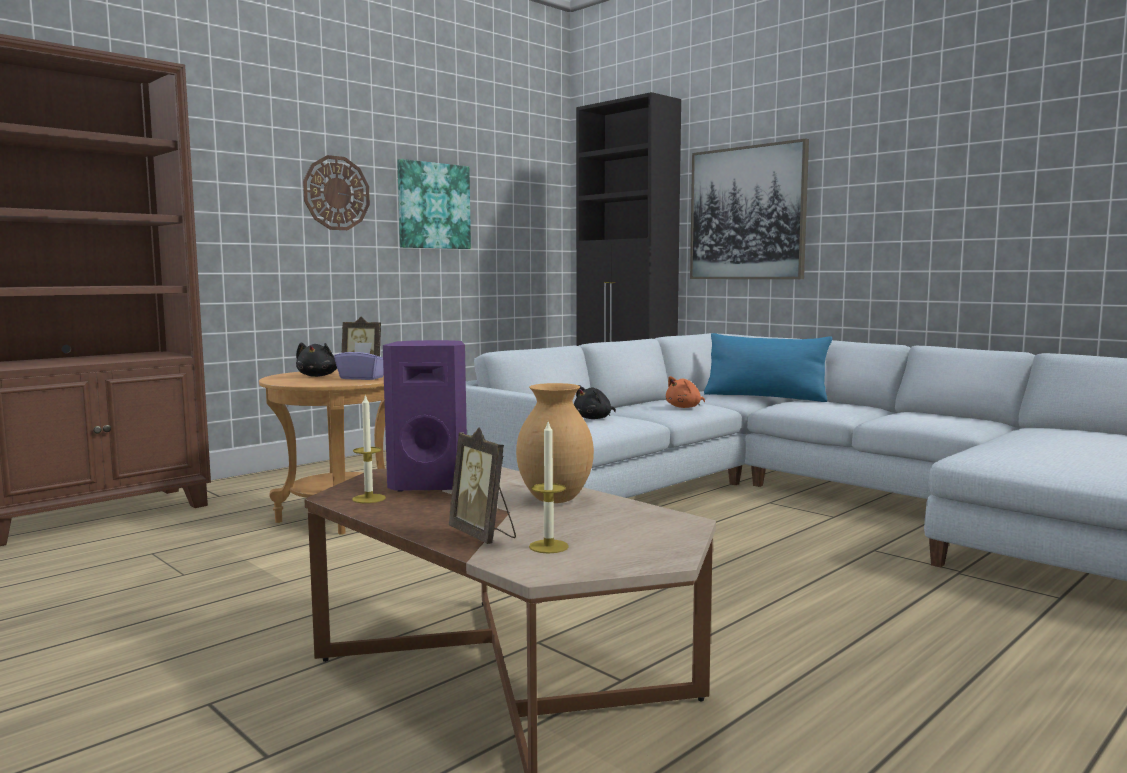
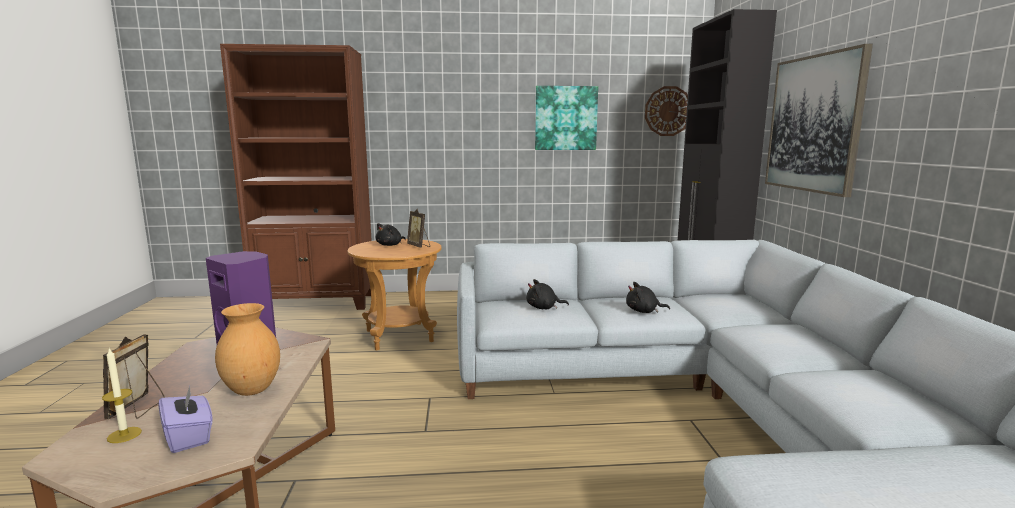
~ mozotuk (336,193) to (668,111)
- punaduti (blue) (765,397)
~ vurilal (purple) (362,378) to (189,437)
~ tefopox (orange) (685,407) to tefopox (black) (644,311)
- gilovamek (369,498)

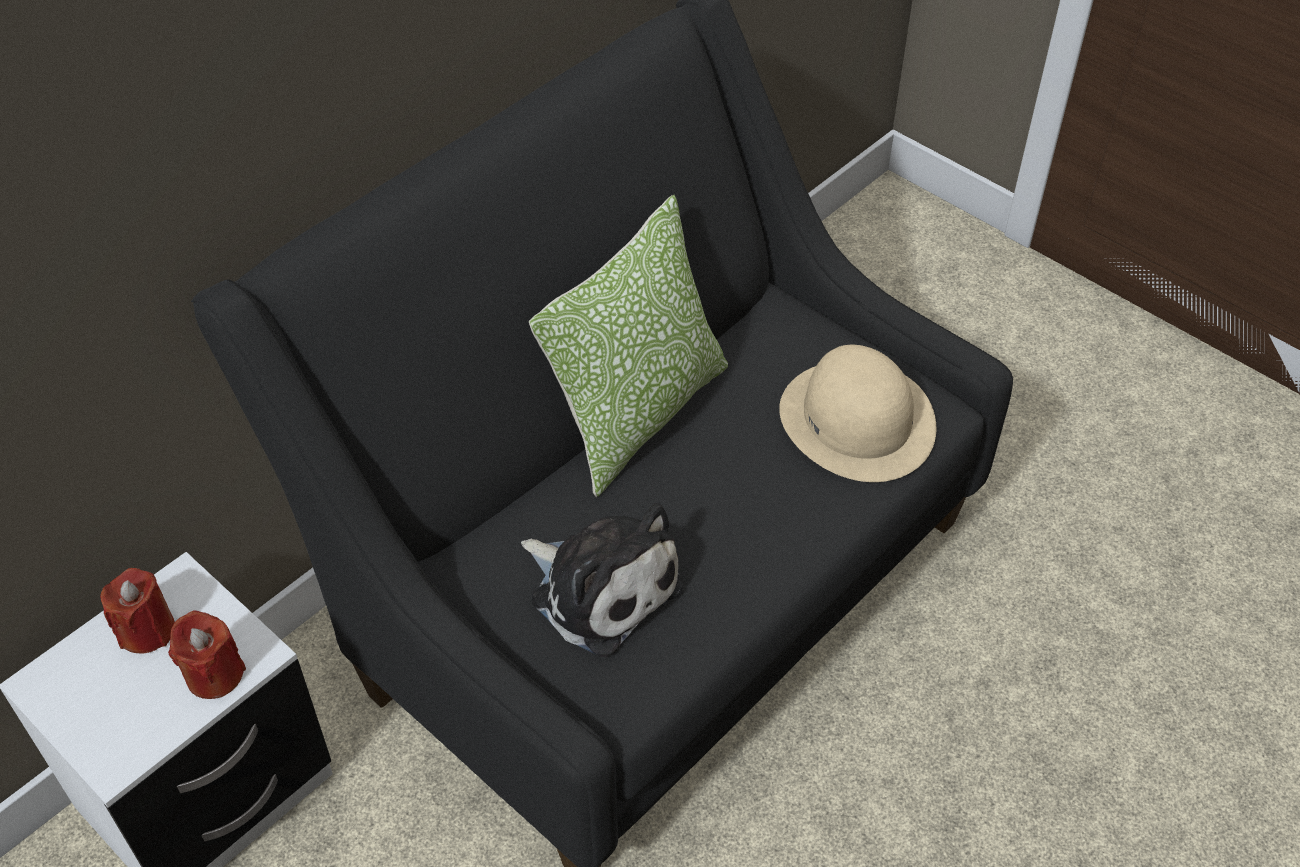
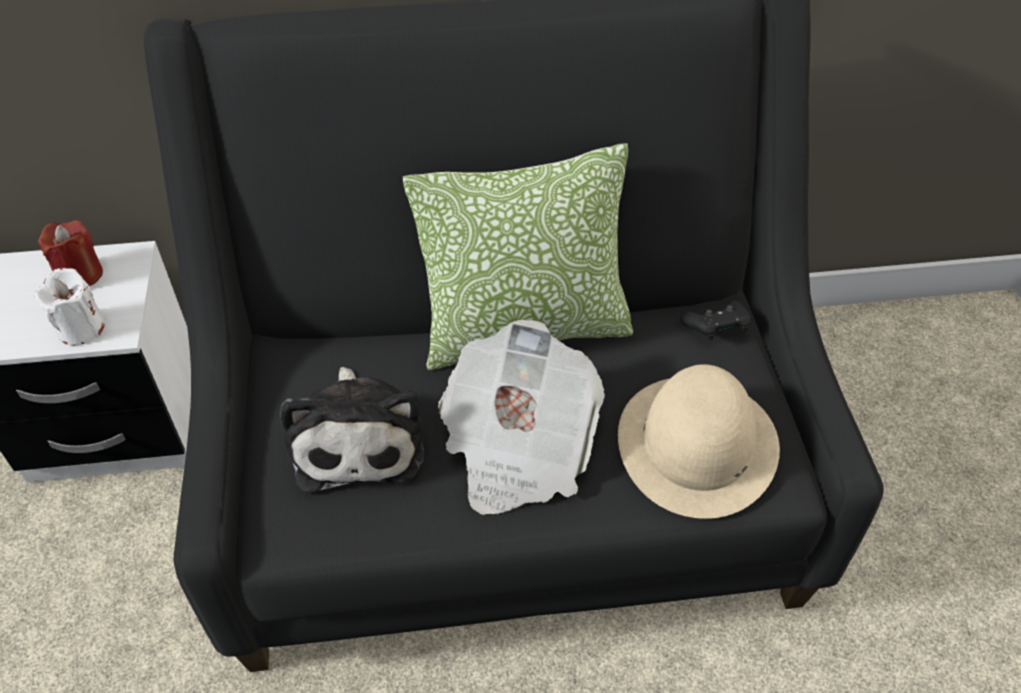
~ gilovamek (red) (214,674) to gilovamek (white) (81,328)
+ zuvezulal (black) (716,329)
+ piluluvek (517,447)

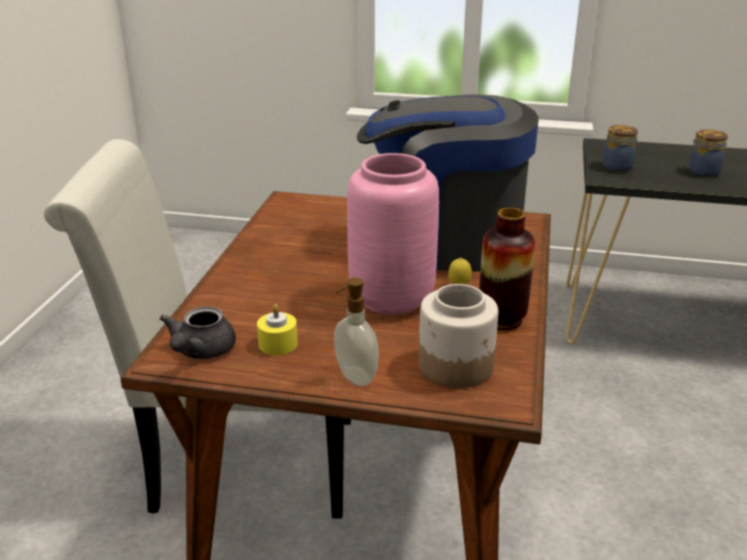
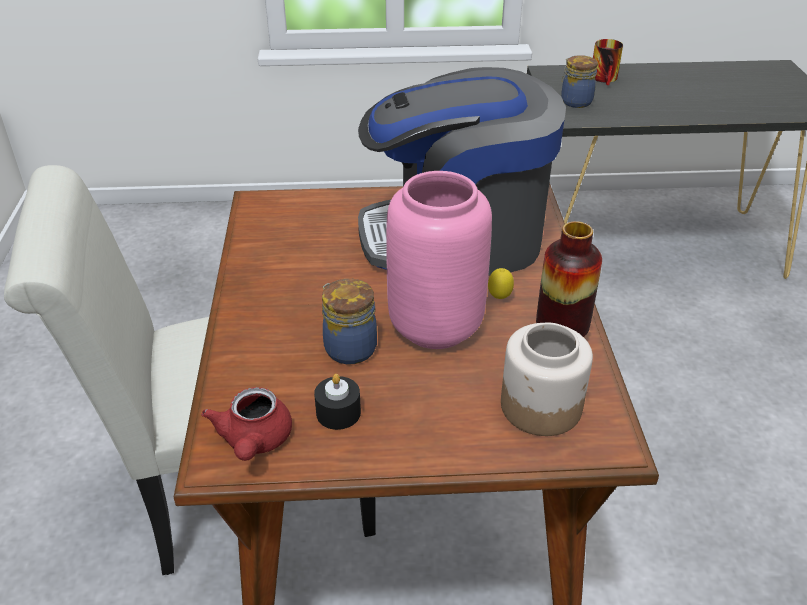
~ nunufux (702,172) to (348,348)
- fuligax (354,377)
~ gilovamek (yellow) (278,344) to gilovamek (black) (338,413)
~ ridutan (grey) (200,352) to ridutan (red) (254,441)
+ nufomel (607,79)

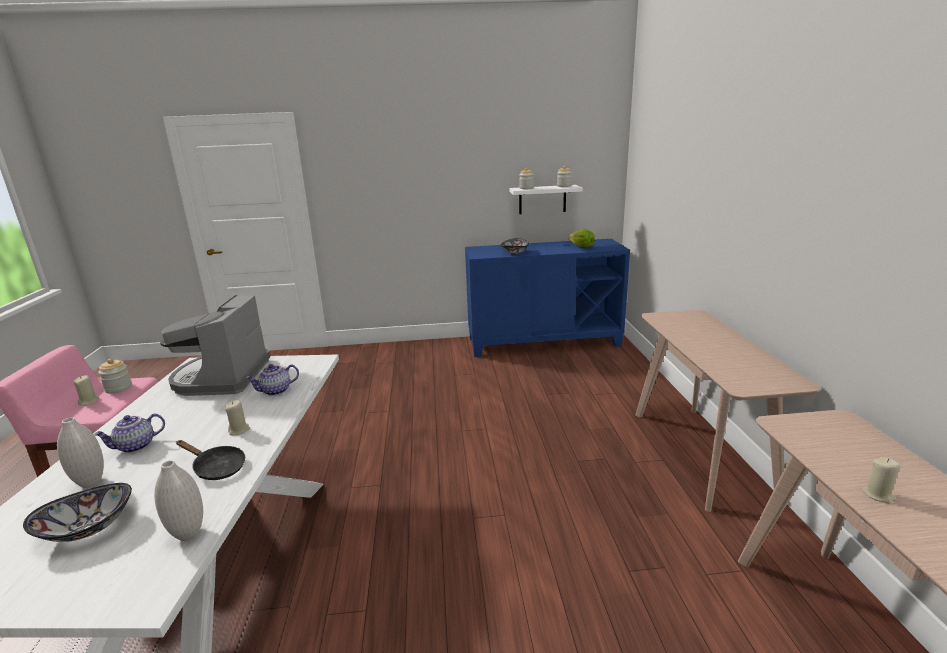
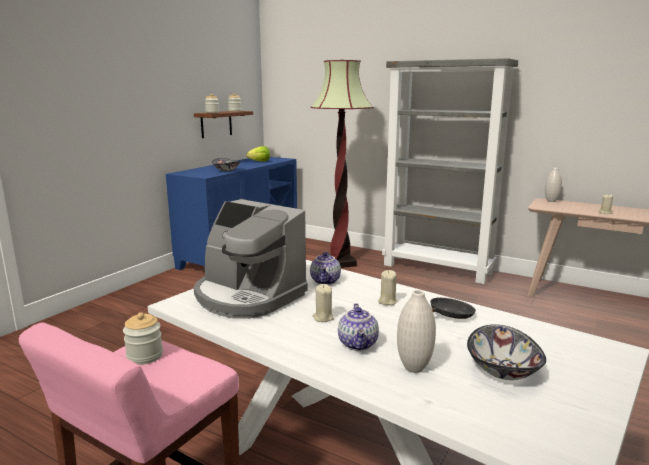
~ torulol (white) (542,199) to torulol (brown) (216,124)
~ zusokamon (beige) (700,453) to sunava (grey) (438,269)
~ gilovamek (beige) (89,401) to (323,318)
~ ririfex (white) (188,534) to (551,201)
+ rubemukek (340,263)

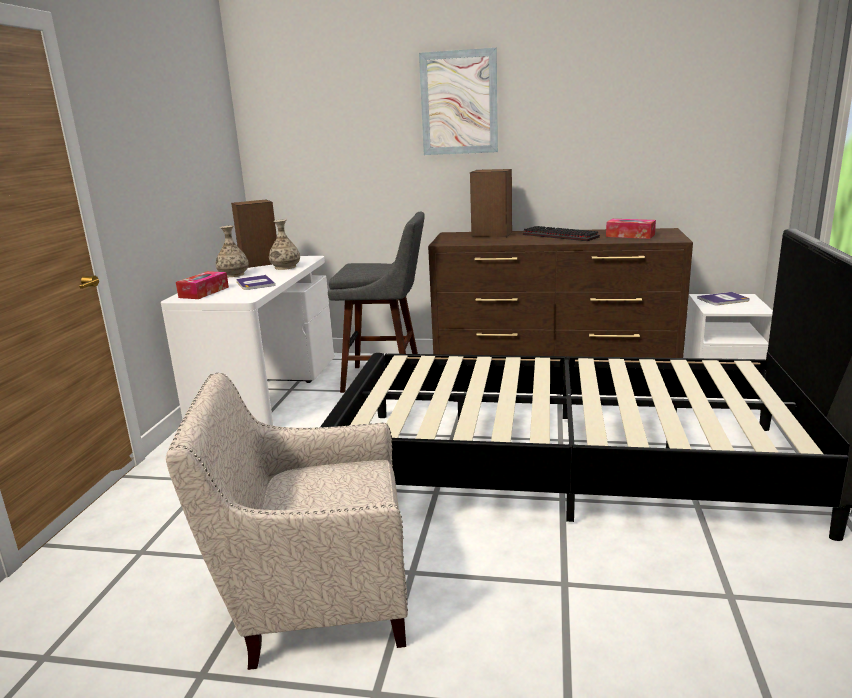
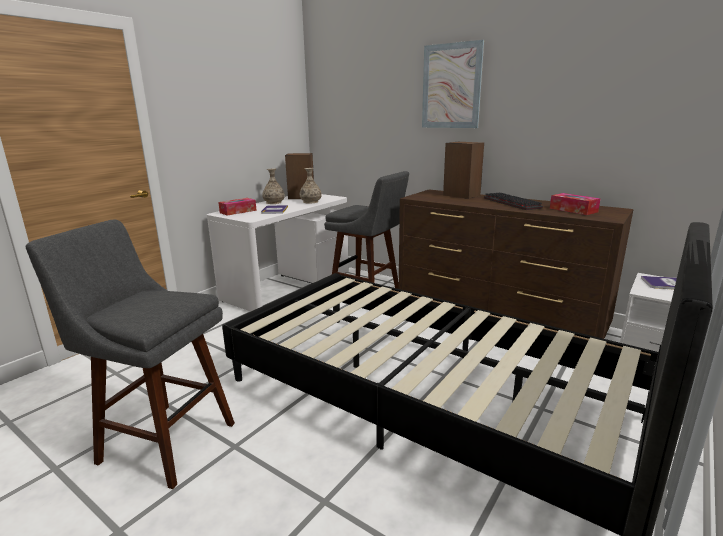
~ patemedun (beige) (315,597) to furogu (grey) (162,441)

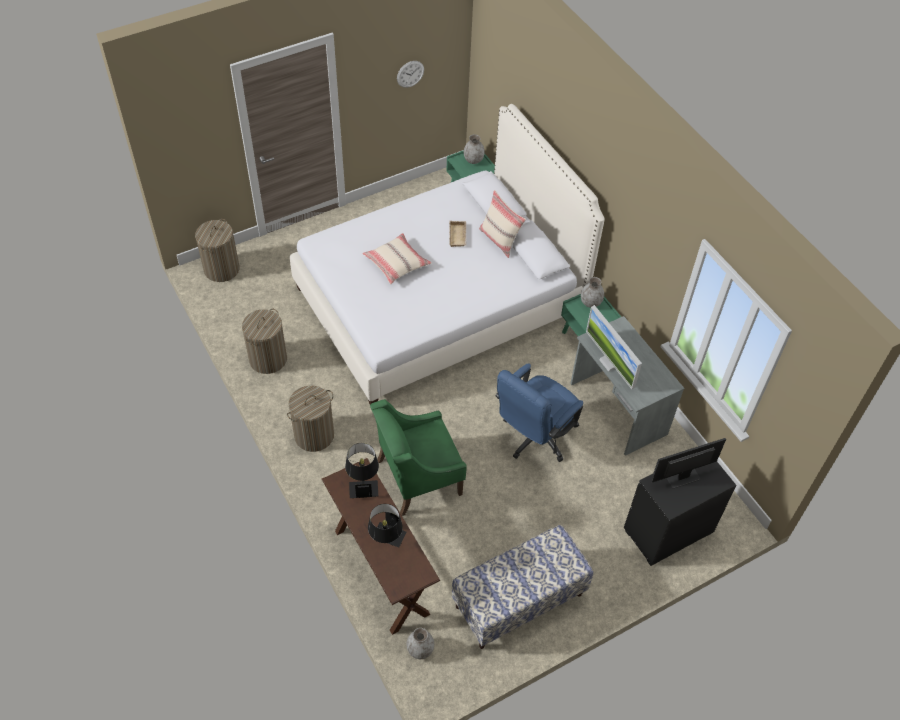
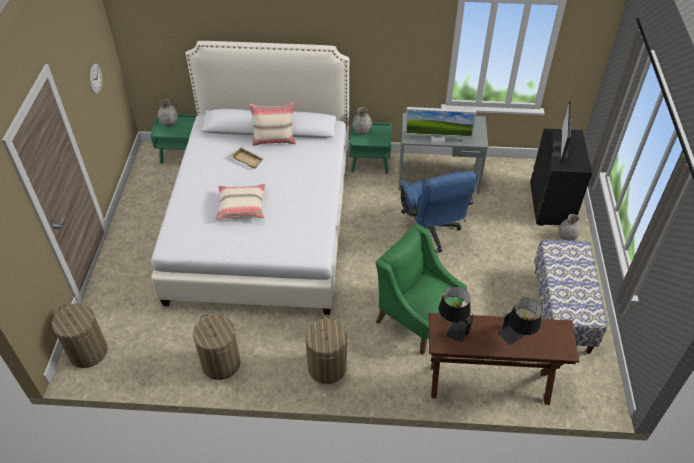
~ patemedun (green) (418,477) = (417,317) 120 degrees clockwise
~ ririfex (grey) (420,649) to (567,237)

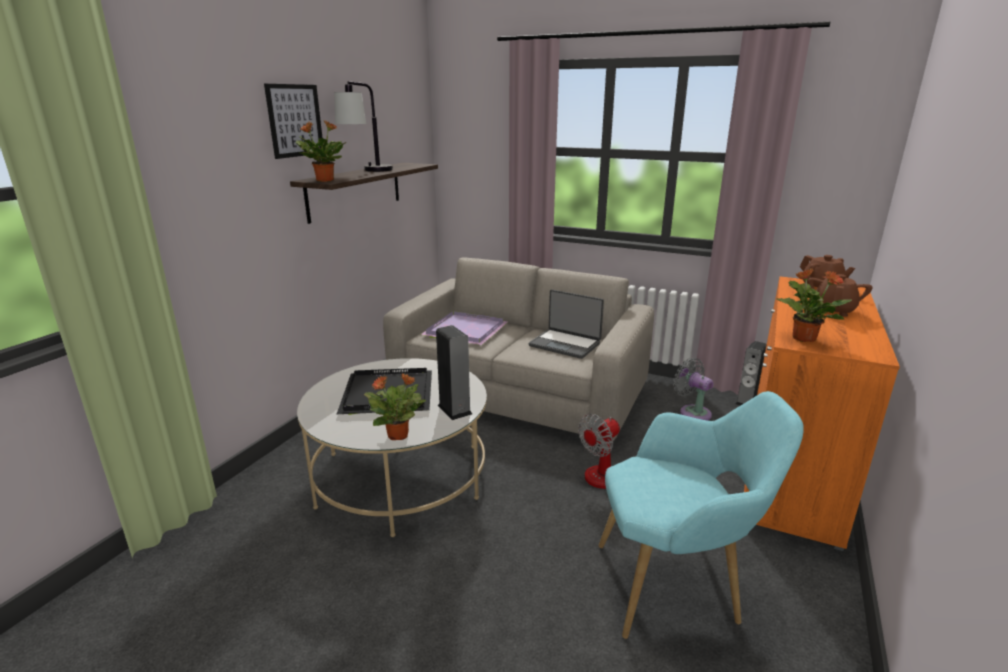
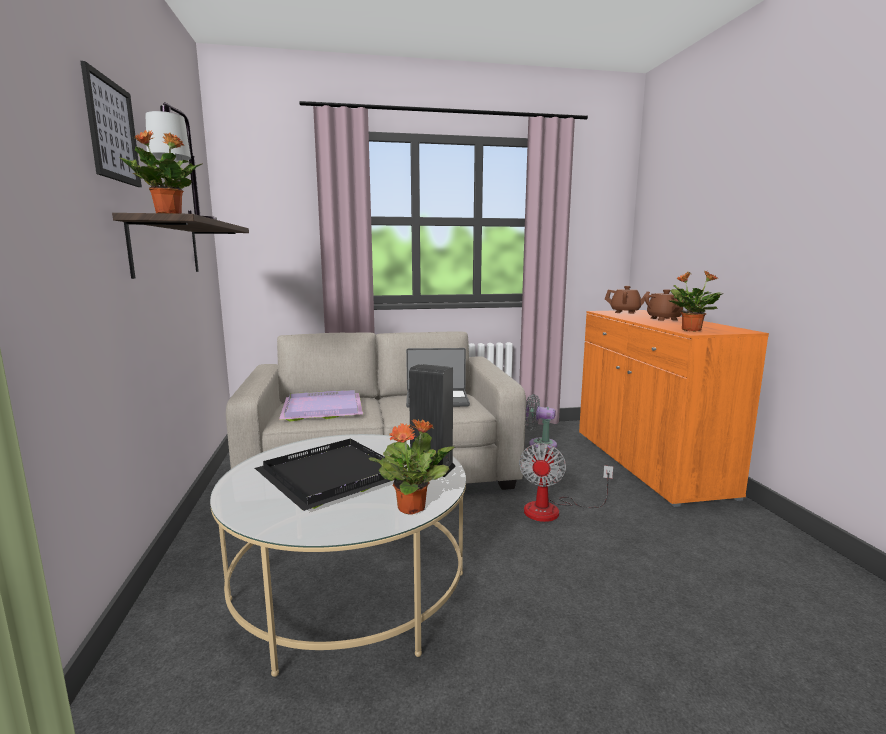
- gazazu (746,401)
- patemedun (turquoise) (676,586)

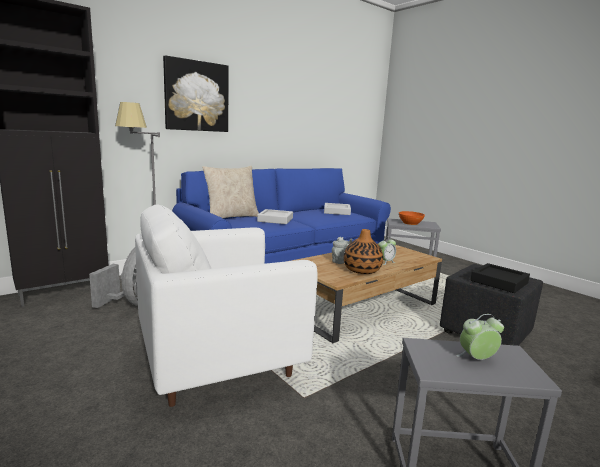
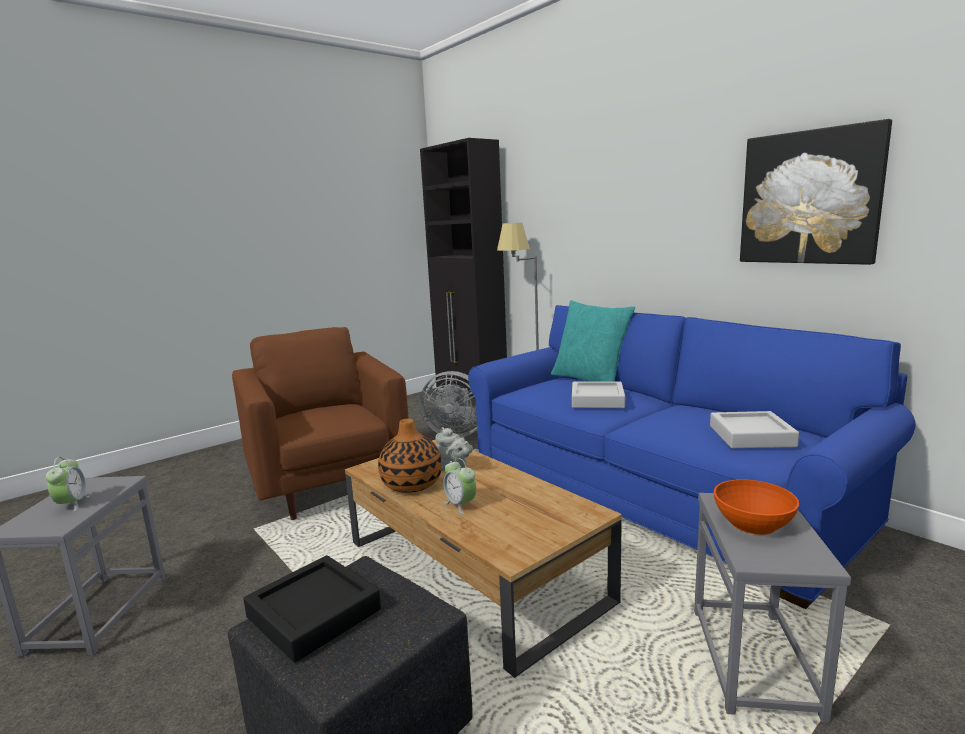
~ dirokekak (196,96) to (809,198)
~ punaduti (beige) (231,217) to punaduti (turquoise) (590,380)
~ patemedun (white) (220,363) to patemedun (brown) (329,485)

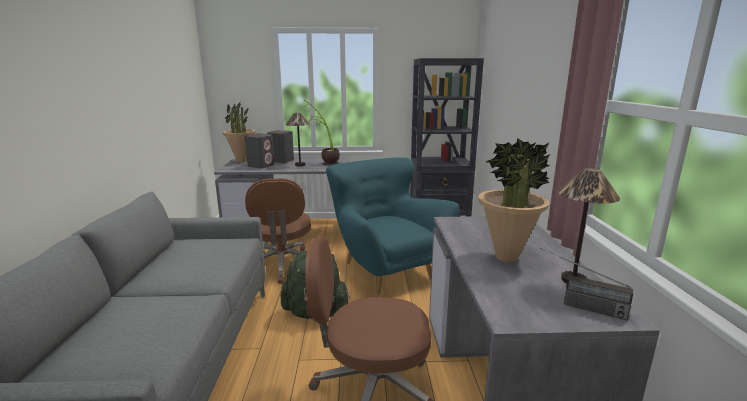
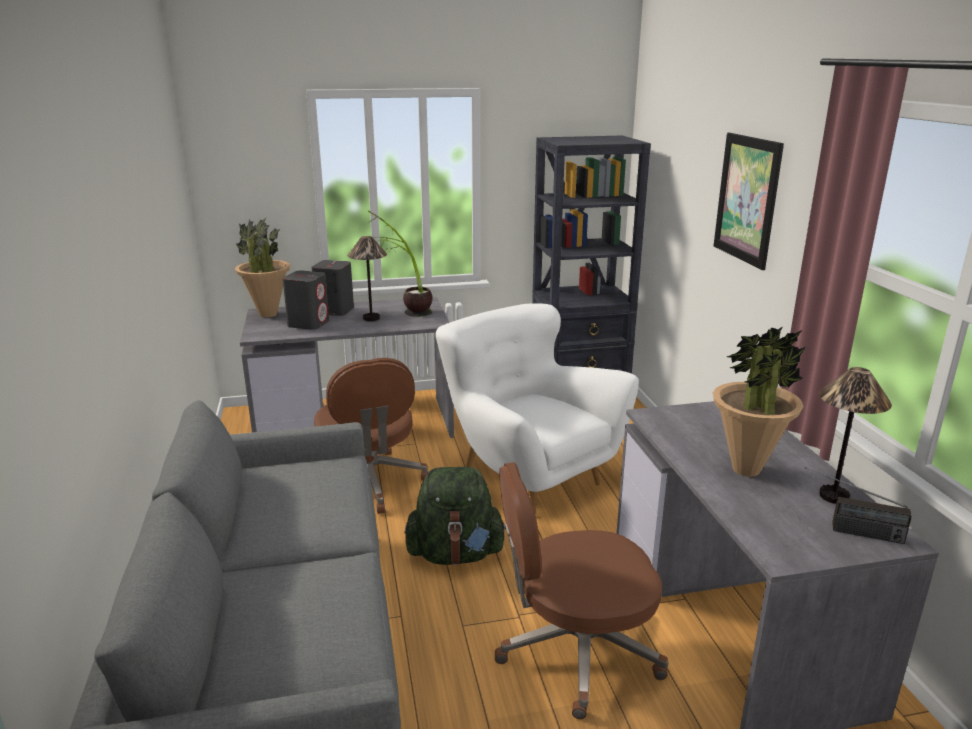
~ patemedun (turquoise) (385,269) to patemedun (white) (528,475)
+ dirokekak (747,199)

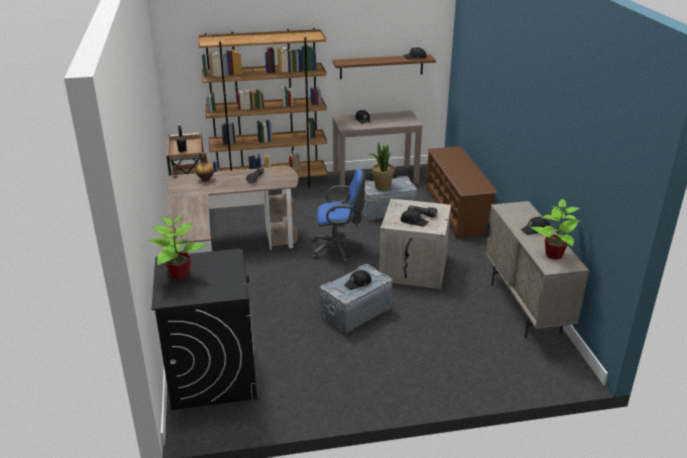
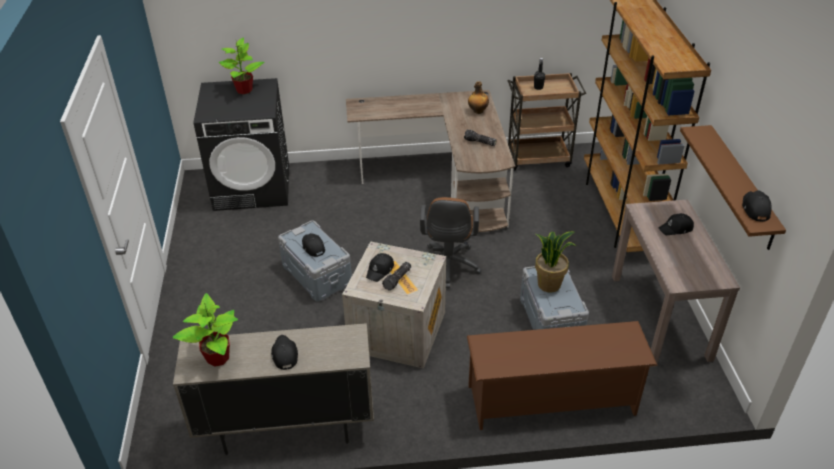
~ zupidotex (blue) (338,249) to zupidotex (brown) (448,268)

